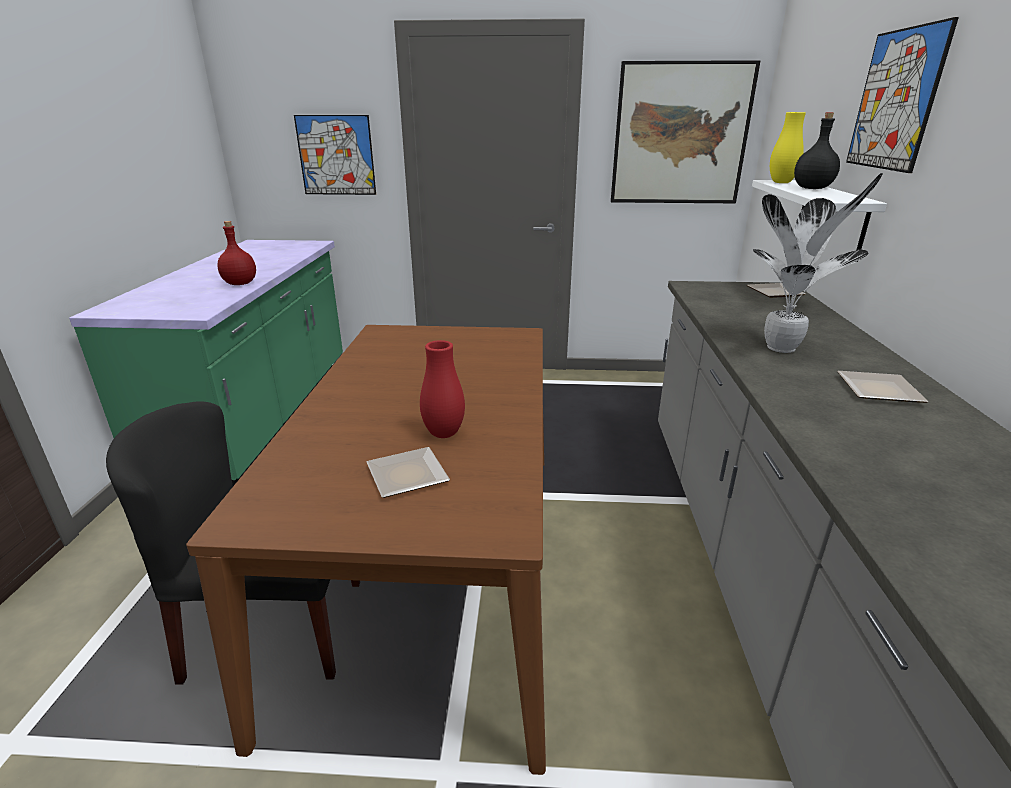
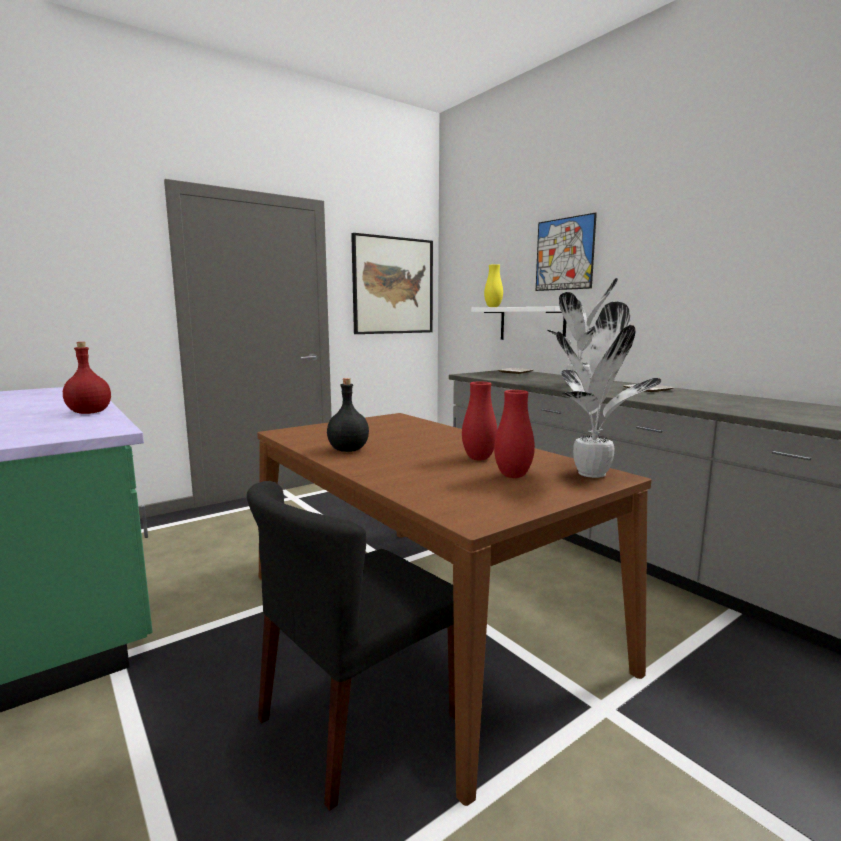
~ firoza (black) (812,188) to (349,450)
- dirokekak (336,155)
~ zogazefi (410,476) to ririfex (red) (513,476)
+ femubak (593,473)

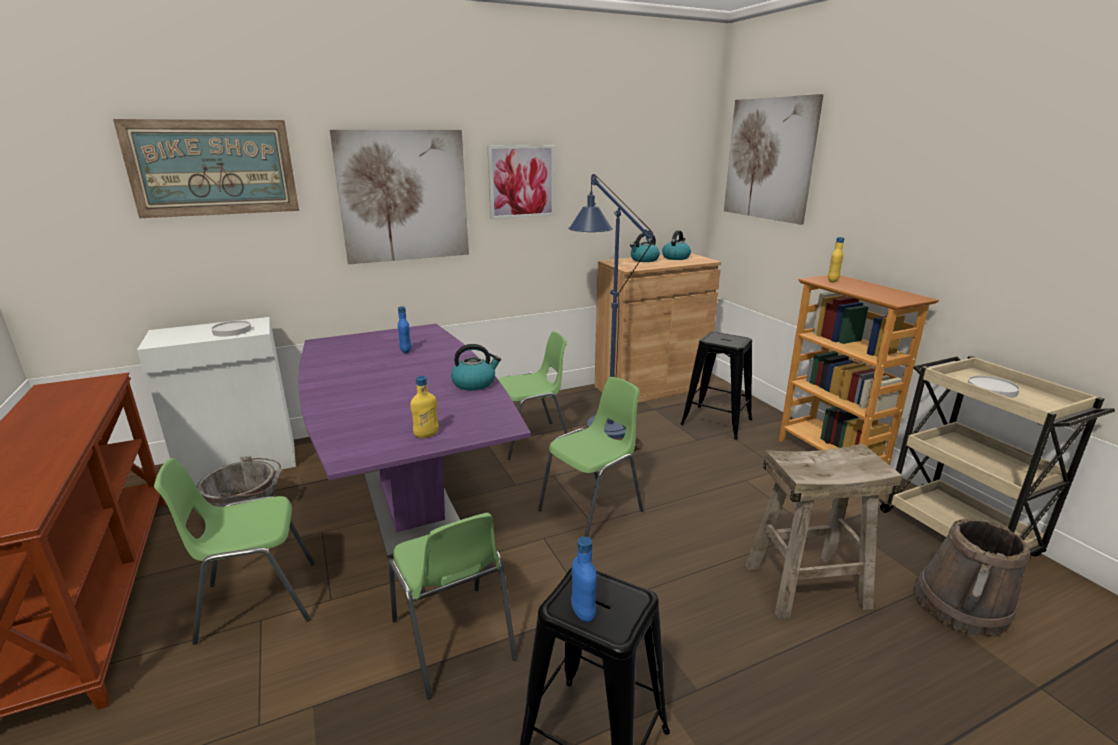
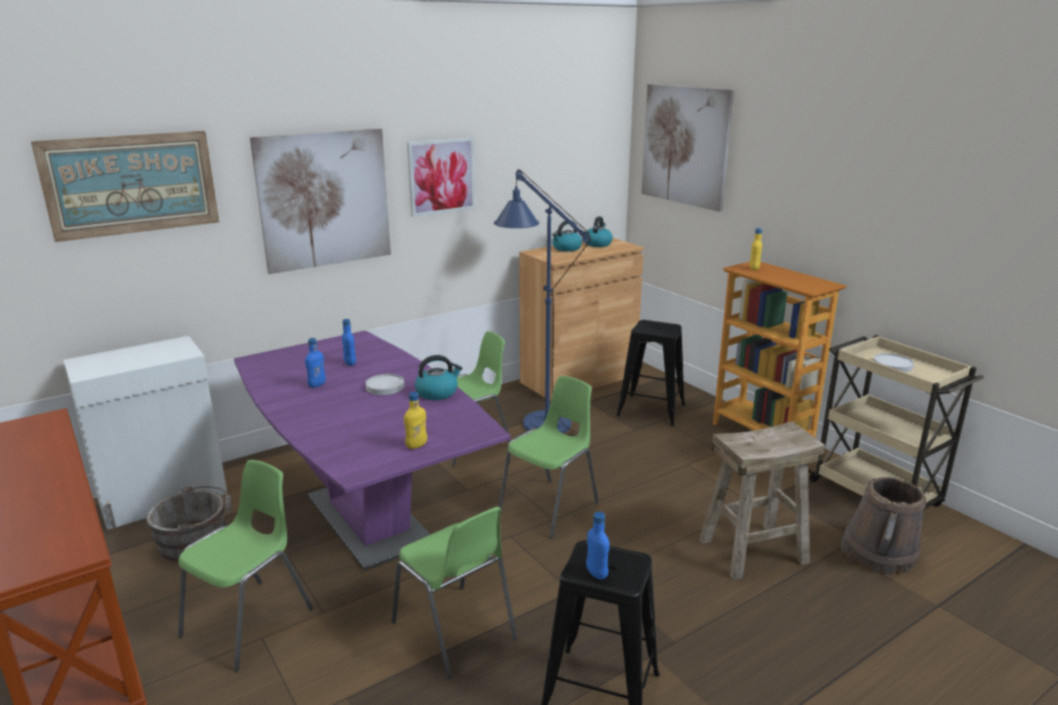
~ zogazefi (white) (232,331) to (385,387)
~ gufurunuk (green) (257,601) = (250,622) 150 degrees clockwise
+ firoza (blue) (317,385)

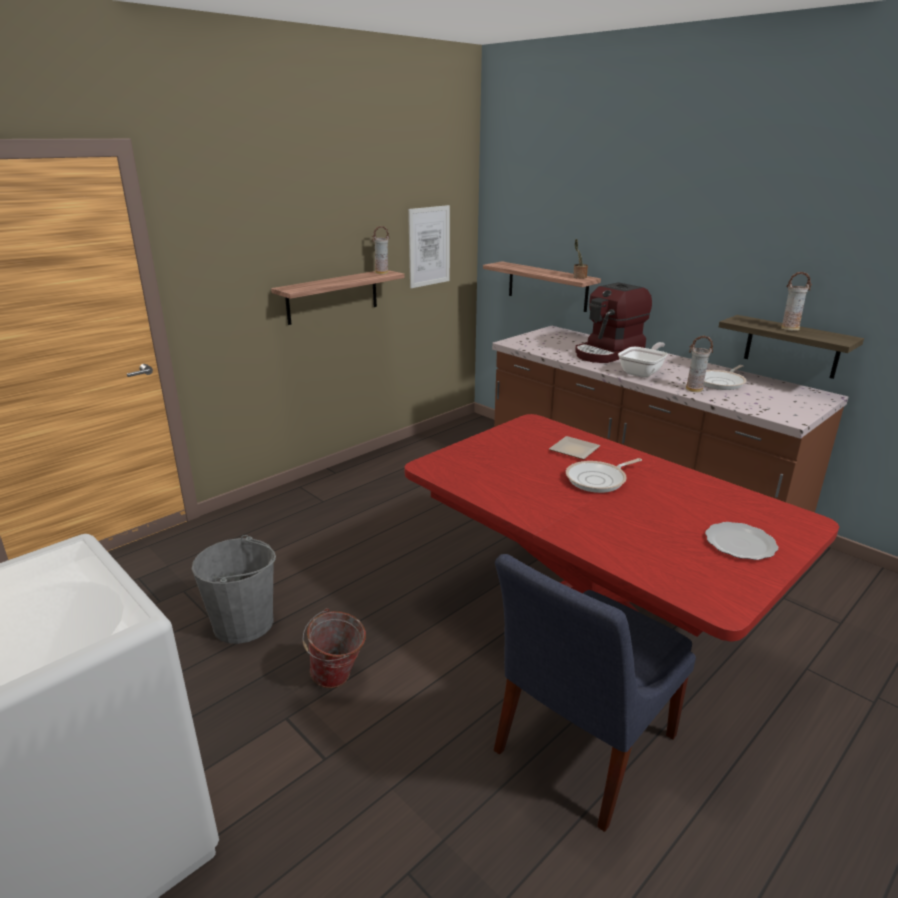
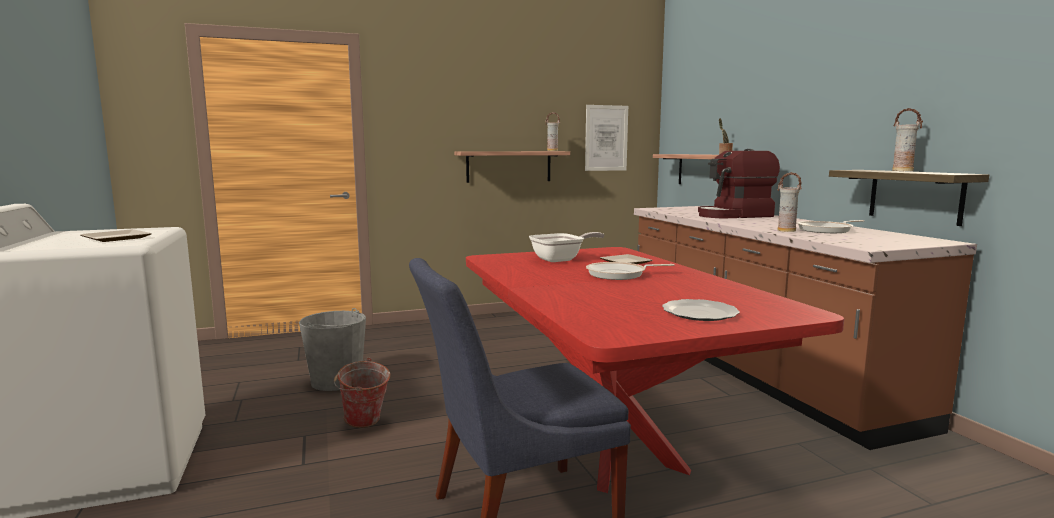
~ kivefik (643,372) to (561,259)
+ zogazefi (119,238)

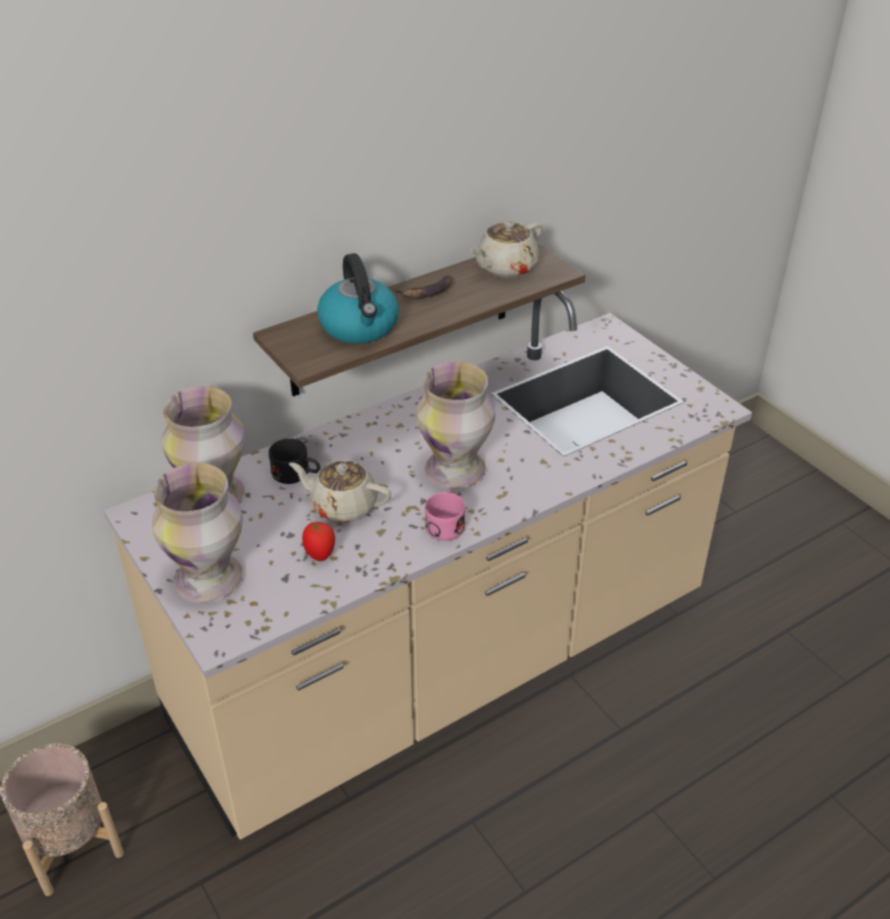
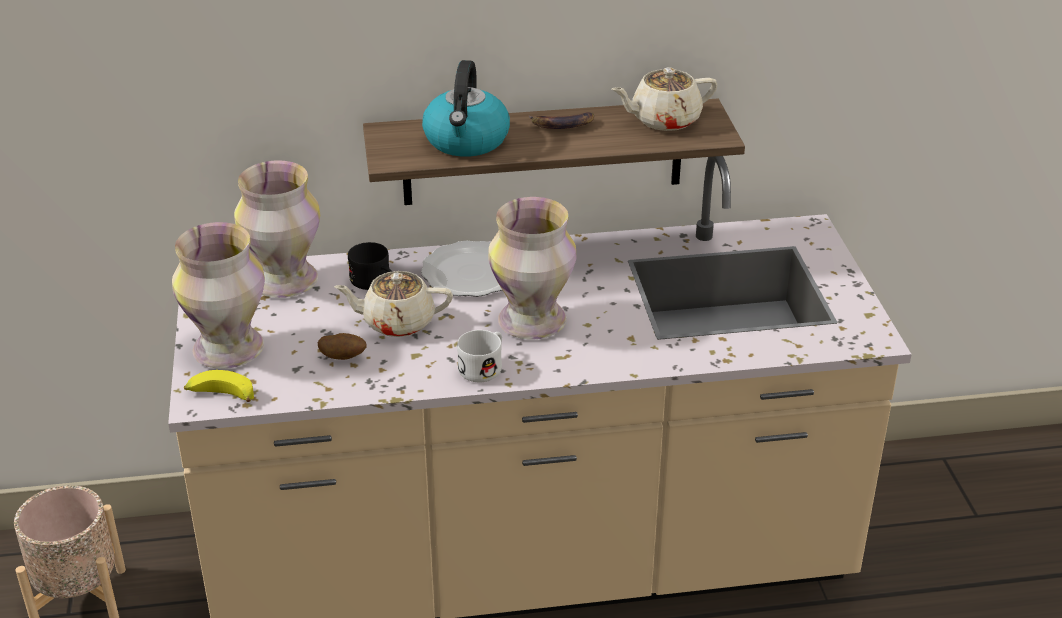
~ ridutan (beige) (343,506) = (397,322) 45 degrees counterclockwise
~ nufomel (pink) (446,523) to nufomel (white) (484,366)
~ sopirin (320,554) to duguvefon (343,358)
+ zogazefi (473,273)
+ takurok (220,396)

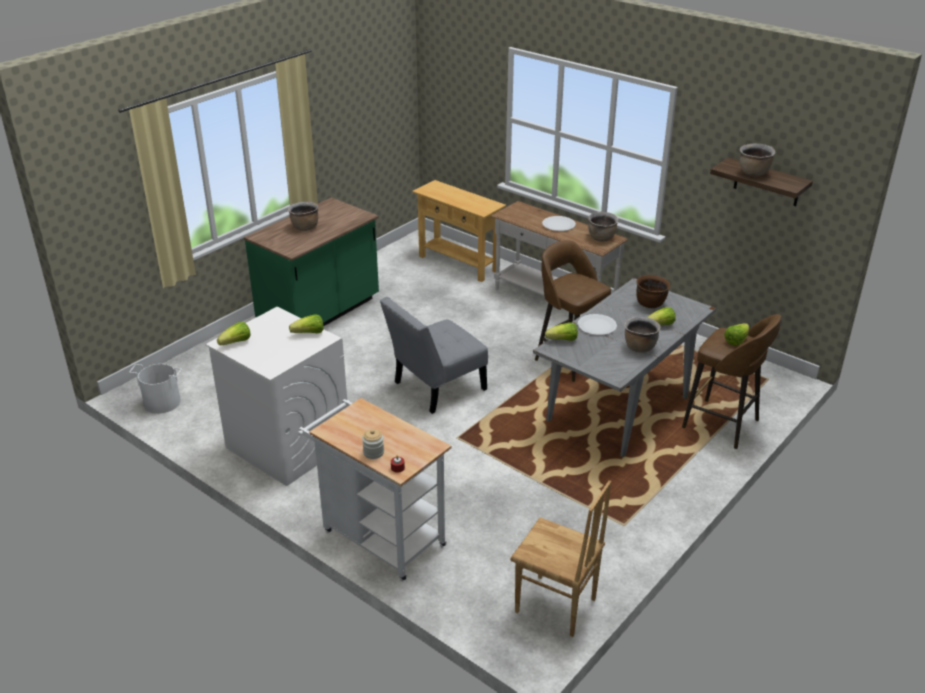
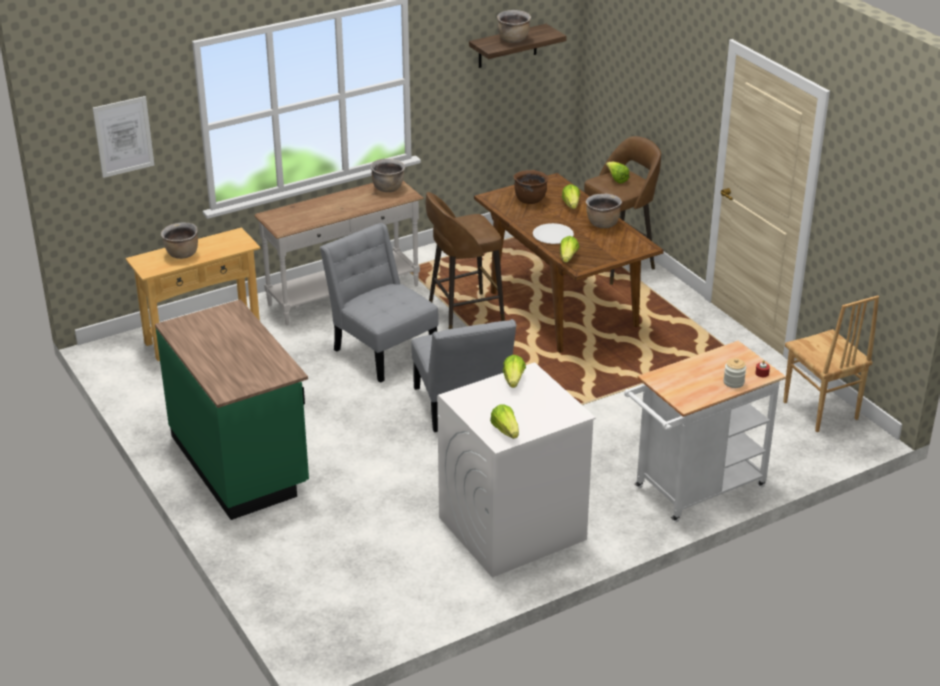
~ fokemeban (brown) (305,227) to (182,254)
- zogazefi (white) (558,225)
~ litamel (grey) (618,408) to litamel (brown) (562,308)
- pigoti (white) (162,402)
~ gufurunuk (brown) (555,607) = (819,411) 105 degrees clockwise
+ dirokekak (123,136)
+ gufurunuk (grey) (382,350)

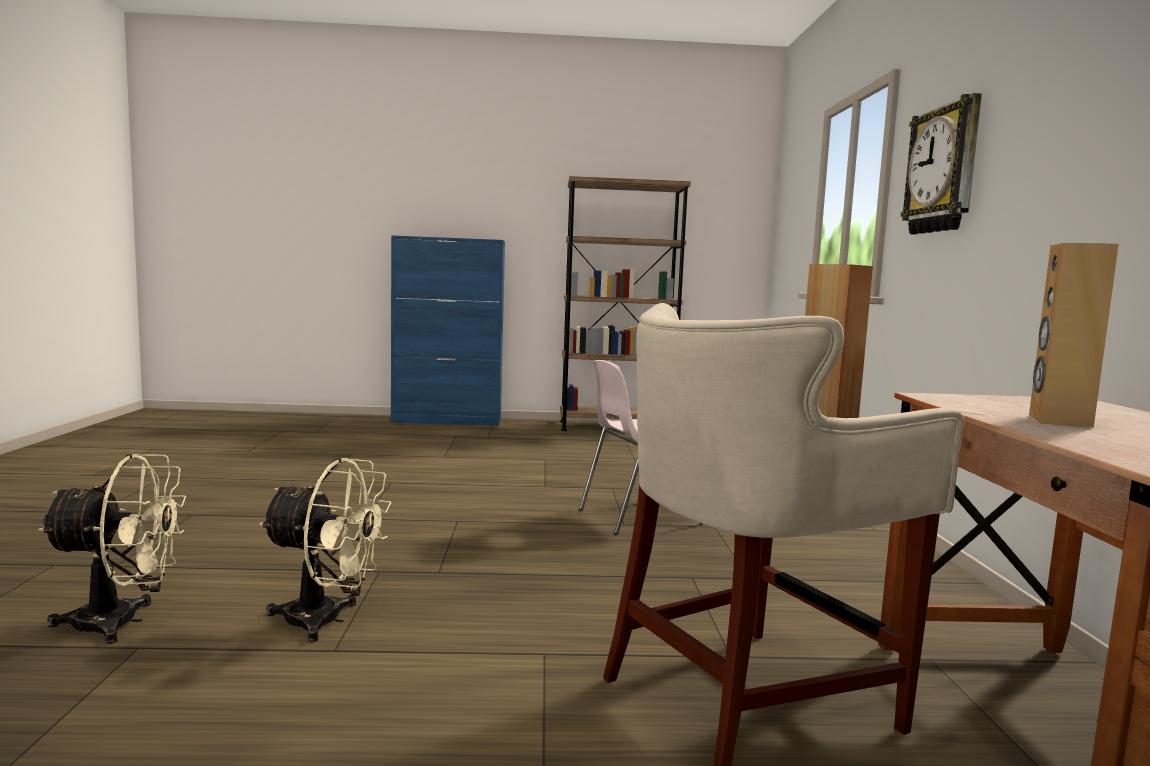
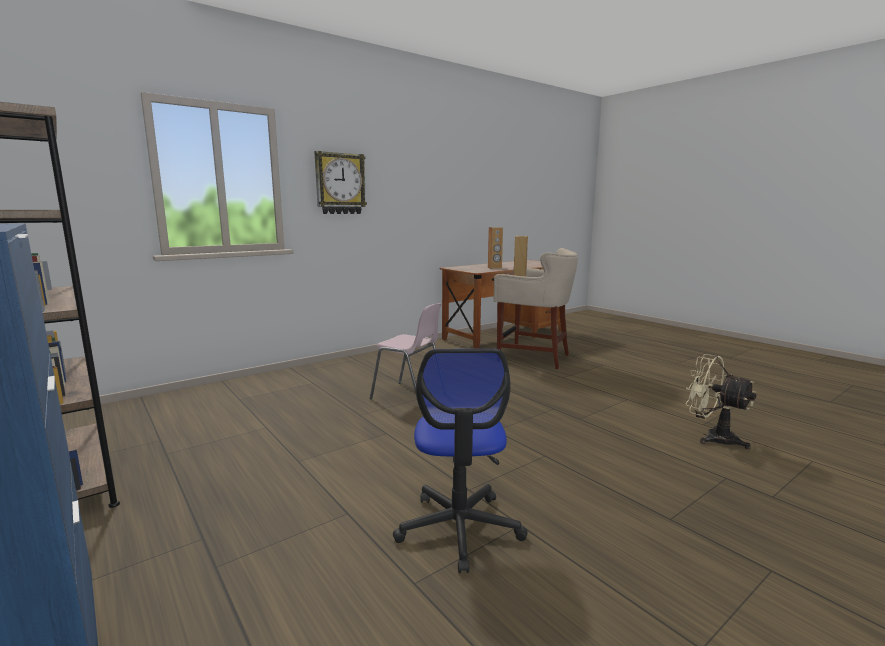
- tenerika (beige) (327,620)
+ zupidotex (459,528)

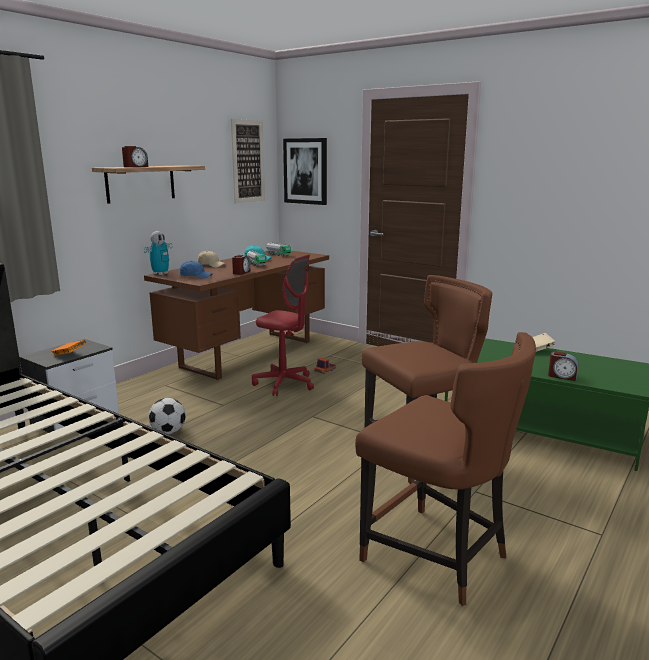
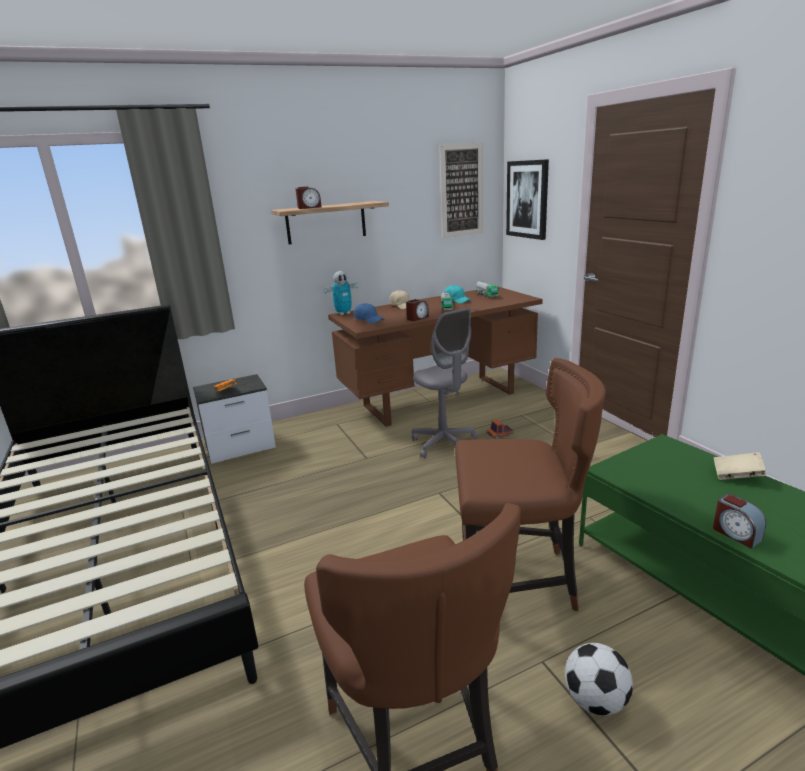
~ zupidotex (red) (284,384) to zupidotex (grey) (444,444)
~ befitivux (168,432) to (595,700)

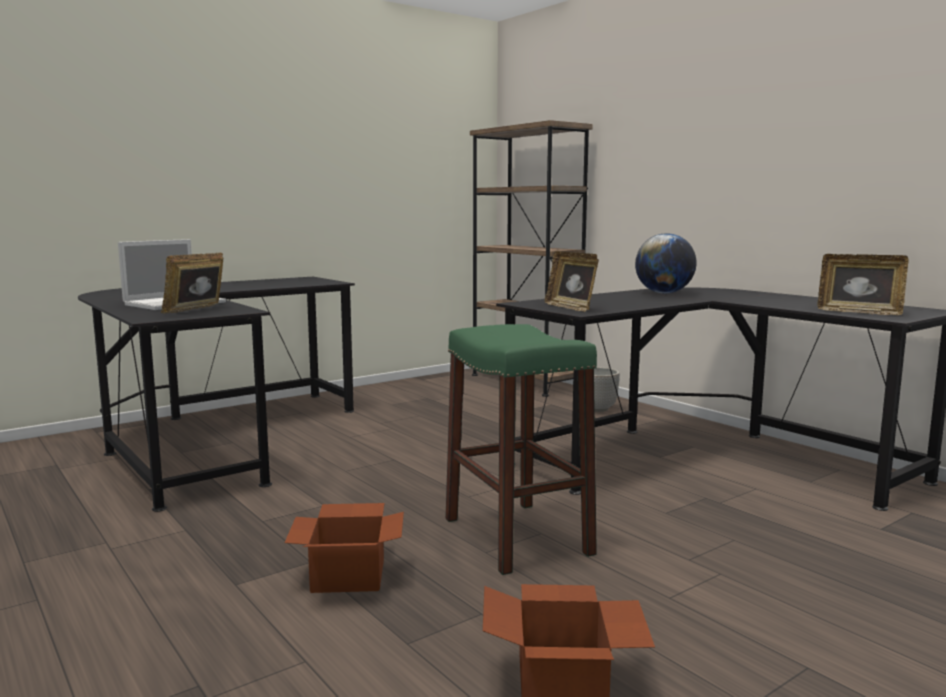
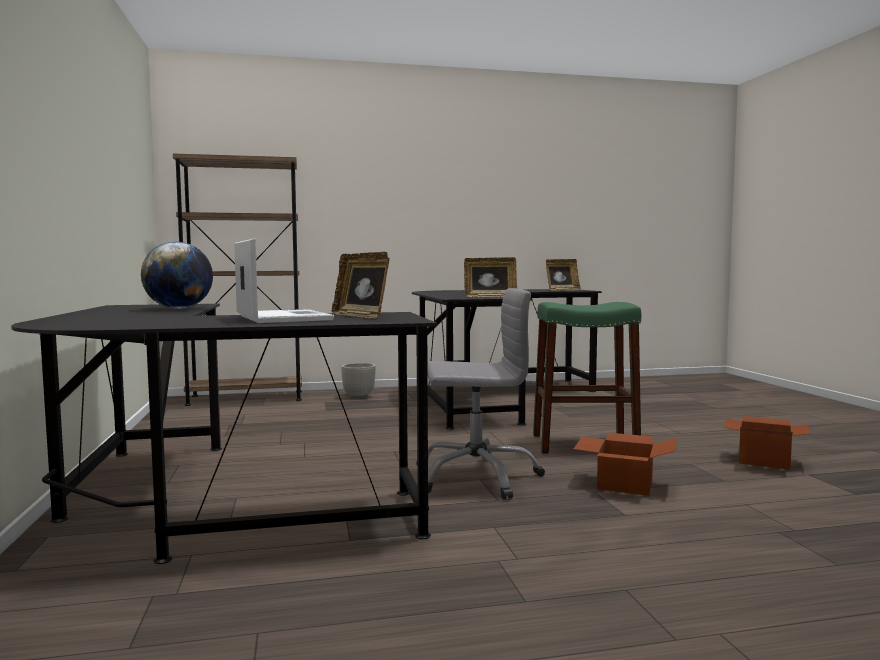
~ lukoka (664,293) to (179,308)
+ zupidotex (grey) (476,477)

